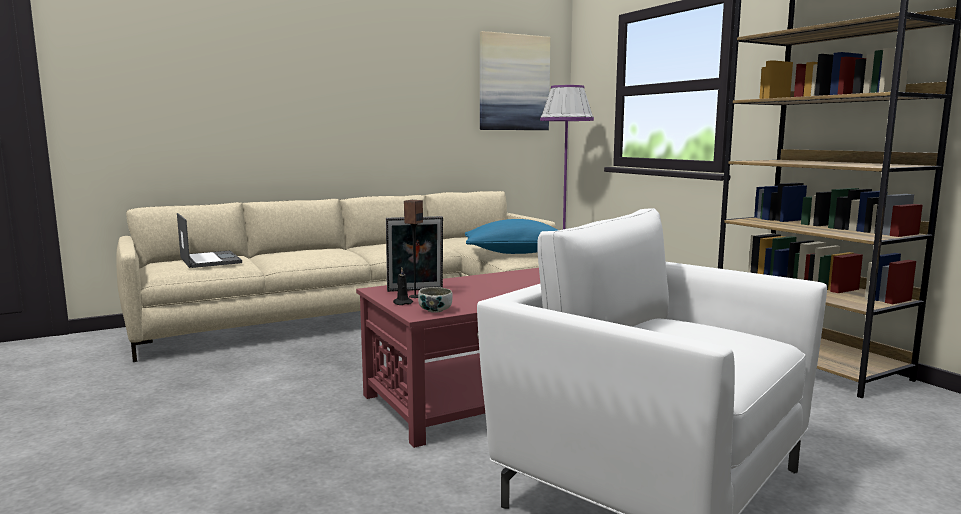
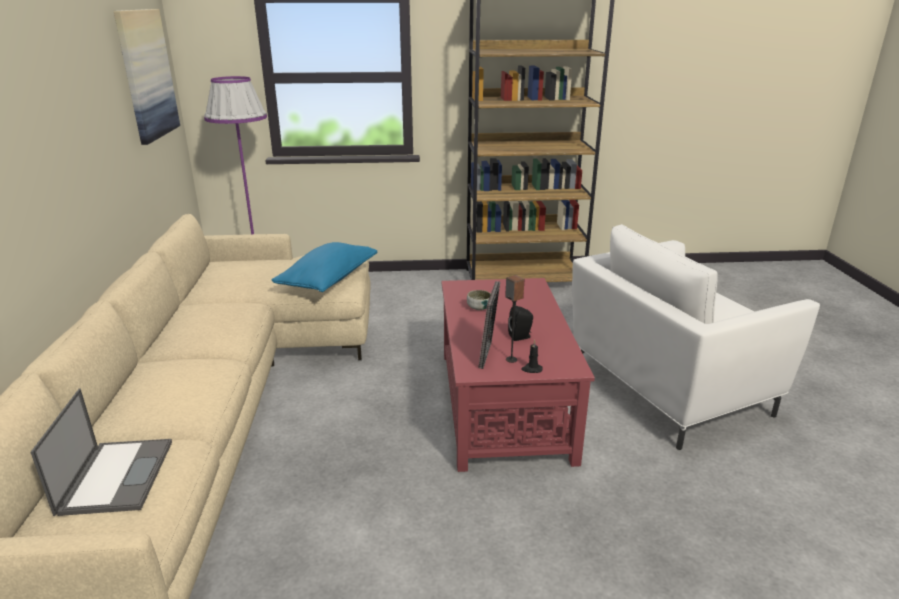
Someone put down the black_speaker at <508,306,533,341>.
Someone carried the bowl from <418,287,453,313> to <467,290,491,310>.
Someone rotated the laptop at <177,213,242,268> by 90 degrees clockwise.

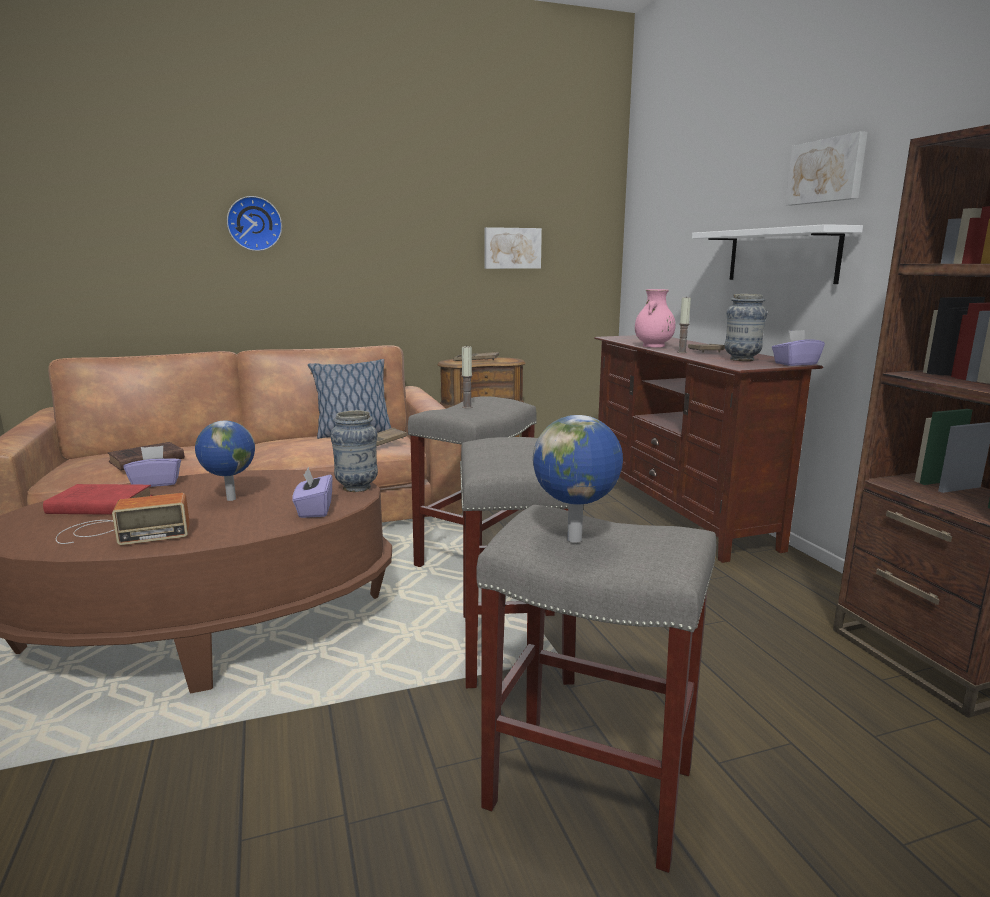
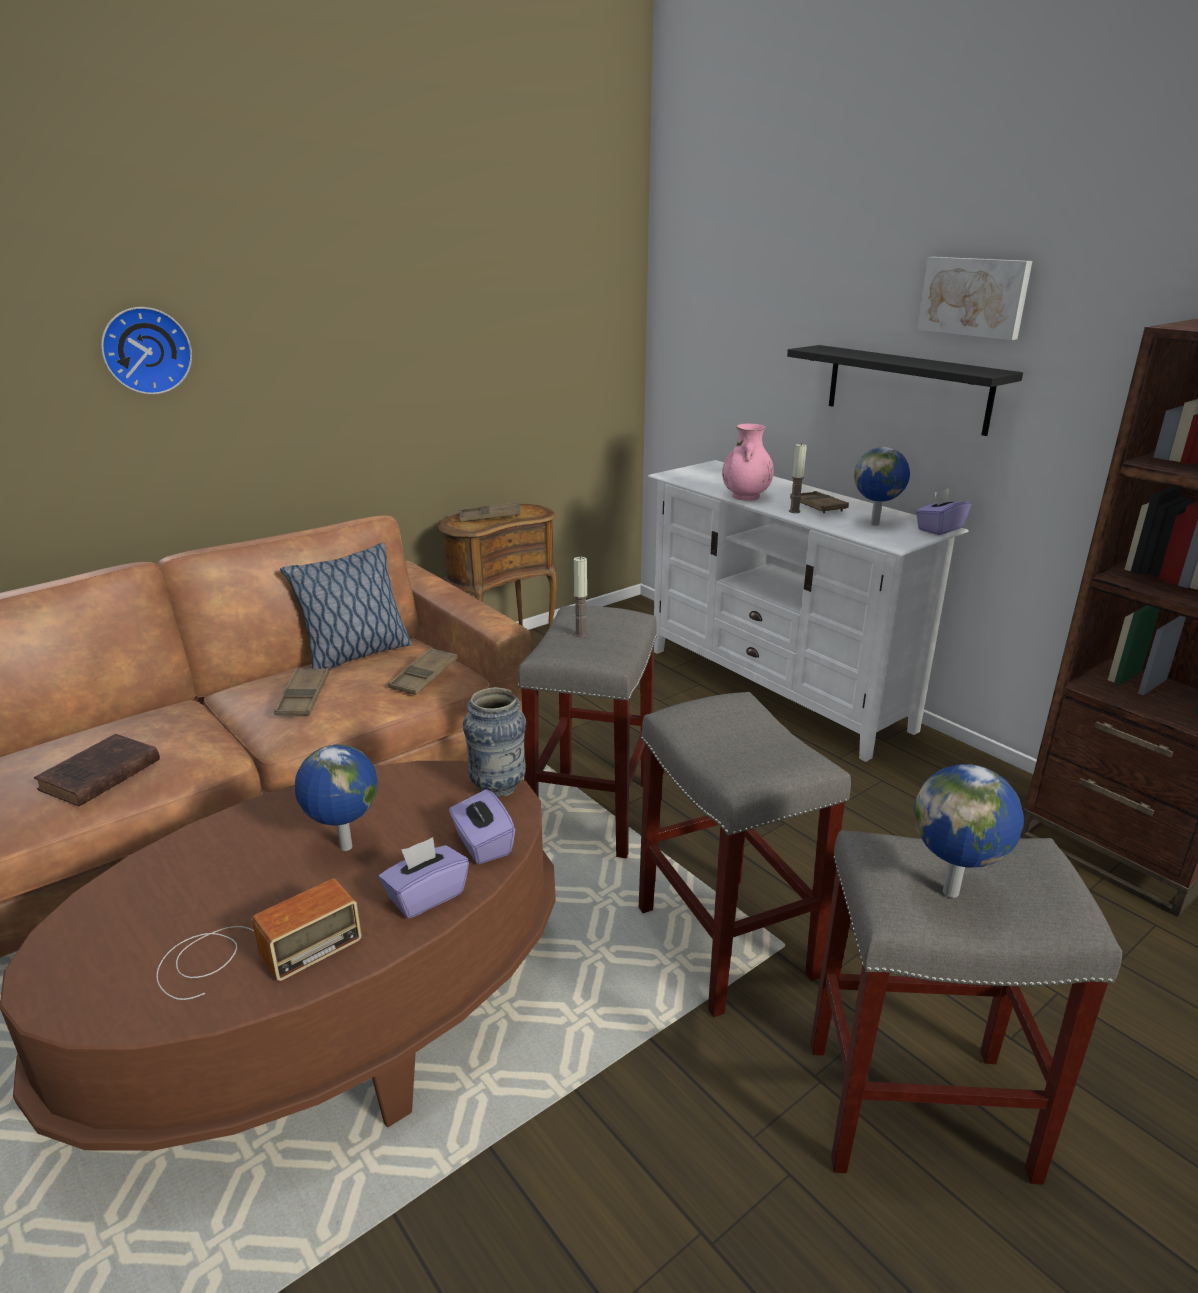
Someone took away the red_book at <43,484,153,515>.
Someone took away the picture at <484,227,542,269>.
Someone put down the brown_tray at <274,667,329,716>.
Someone carried the purple_tissue_box from <124,446,181,487> to <378,837,469,919>.
Someone swapped the vase at <725,294,767,361> for the globe at <854,447,910,526>.
Someone repainted the brown_tv_stand at <594,335,823,563>, which became the white_tv_stand at <648,460,969,762>.
Someone repainted the white_shelf at <692,224,863,284>, which became the black_shelf at <787,345,1023,436>.

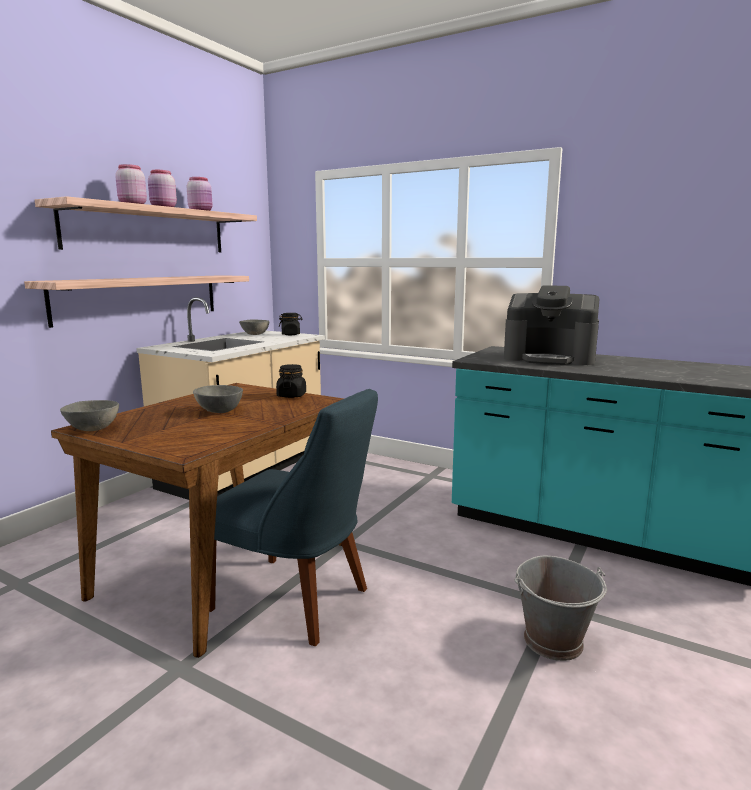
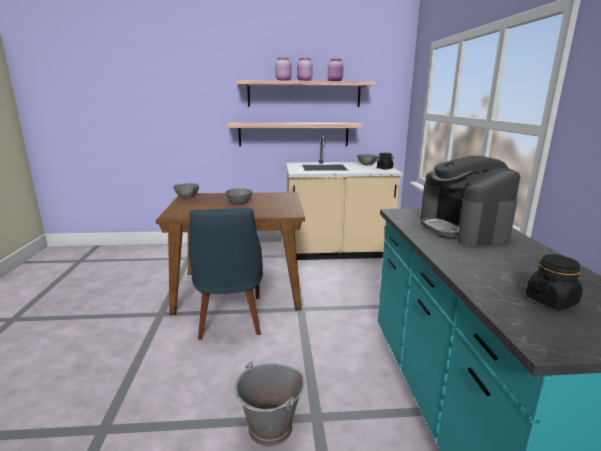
Someone carried the black_jar from <276,364,306,398> to <526,255,583,310>.

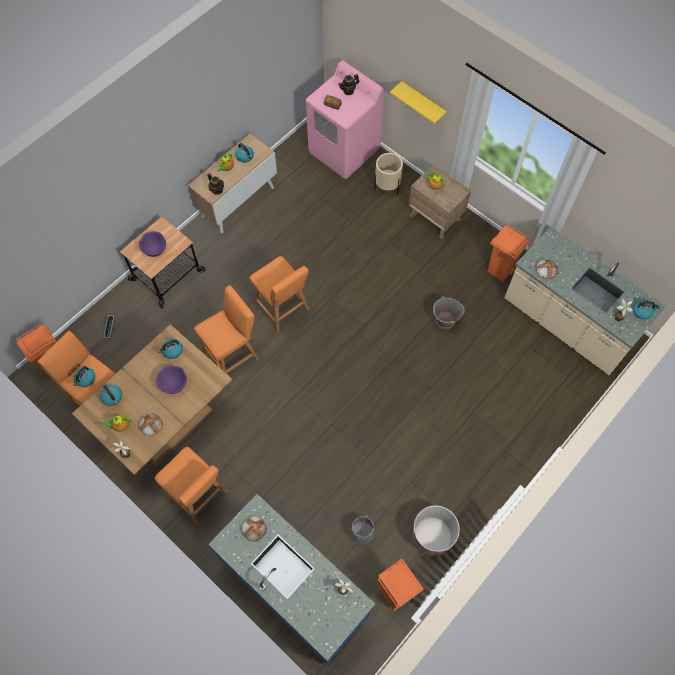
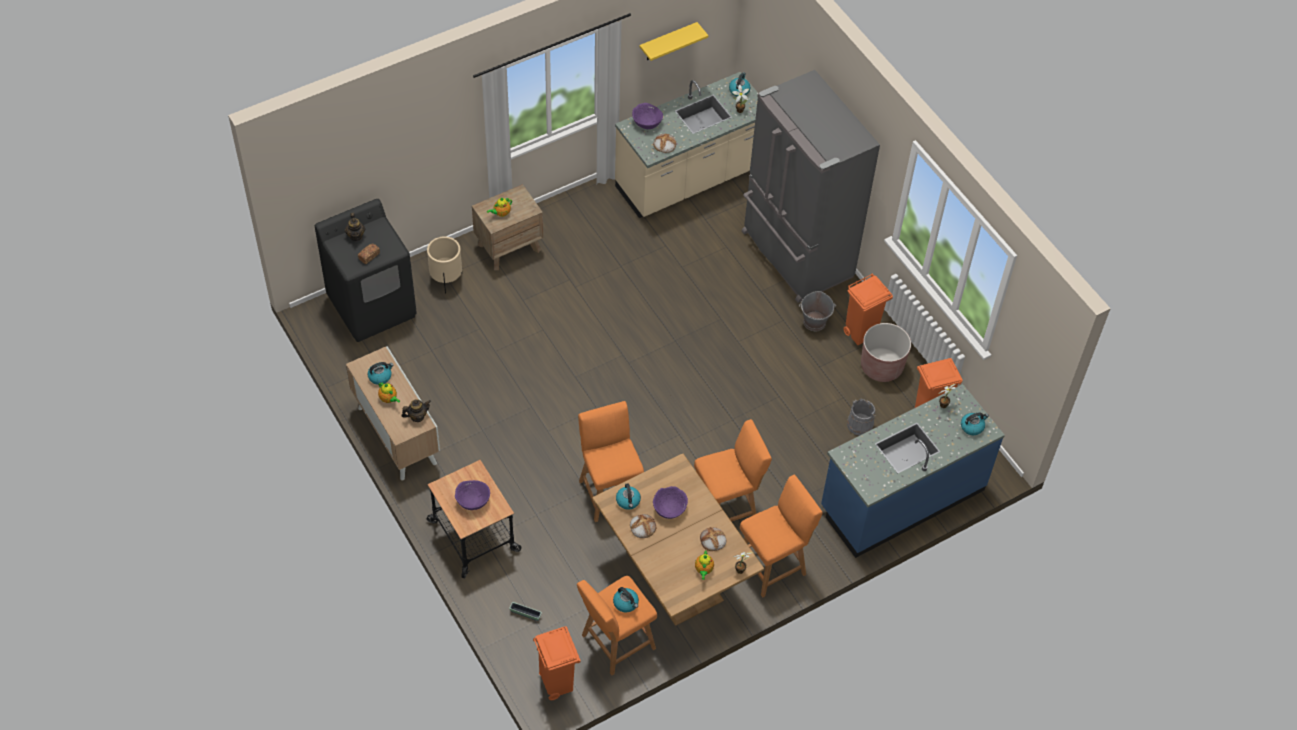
Someone put down the purple_bowl at <632,103,663,129>.
Someone put down the grey_fridge at <742,70,880,303>.
Someone carried the kettle from <100,385,122,406> to <961,412,989,435>.
Someone carried the bread from <241,516,267,541> to <630,514,656,538>.
Someone carried the orange_stool from <249,256,309,332> to <694,419,772,522>.
Someone carried the yellow_shelf from <390,81,447,124> to <640,22,708,61>.
Someone carried the grey_bucket from <433,296,465,329> to <799,291,836,331>.
Someone carried the orange_trash_can from <488,224,530,282> to <844,273,893,345>.
Someone repainted the pink_washing_machine at <306,60,384,179>, which became the black_washing_machine at <315,199,417,342>.

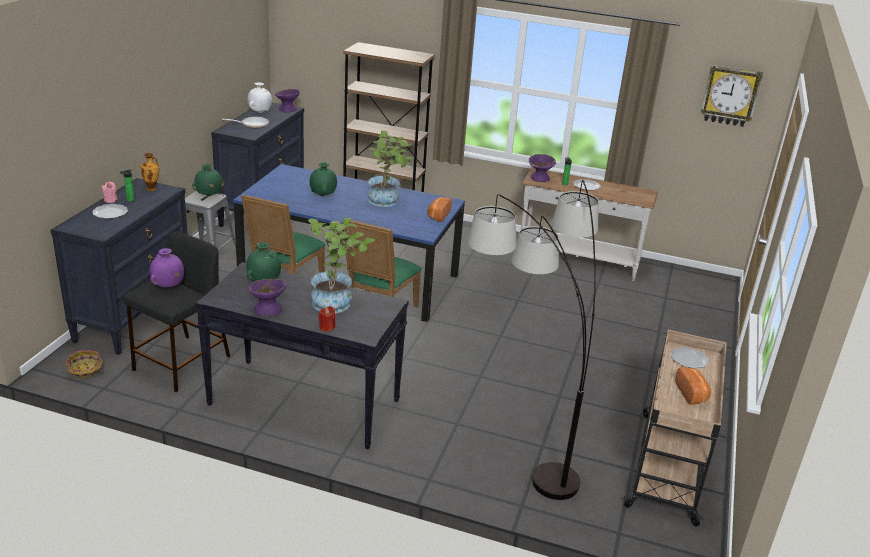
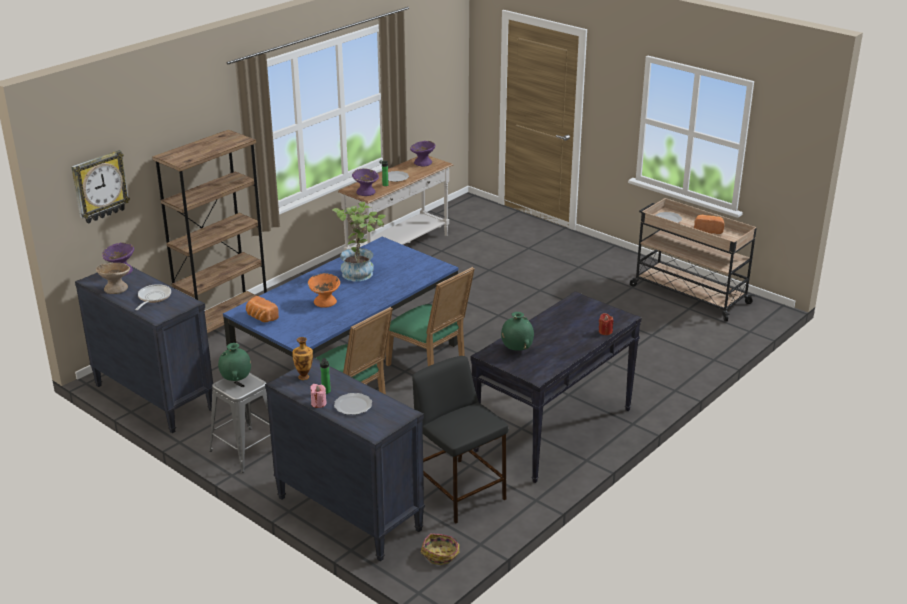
Someone took away the purple_vase at <150,248,184,287>.
Someone took away the potted_plant at <308,218,375,313>.
Someone took away the floor_lamp at <467,180,599,500>.
Someone carried the purple_bowl from <248,279,287,316> to <410,141,435,166>.
Someone carried the bread from <428,197,452,222> to <246,296,279,322>.
Someone carried the wall_clock from <701,65,763,127> to <71,150,130,223>.
Someone swapped the white_vase at <248,82,272,113> for the beige_bowl at <96,263,130,294>.
Someone swapped the green_vase at <310,162,337,196> for the orange_bowl at <308,273,340,308>.

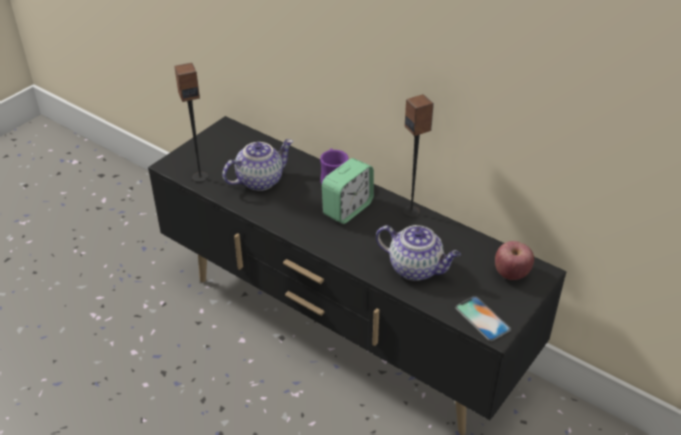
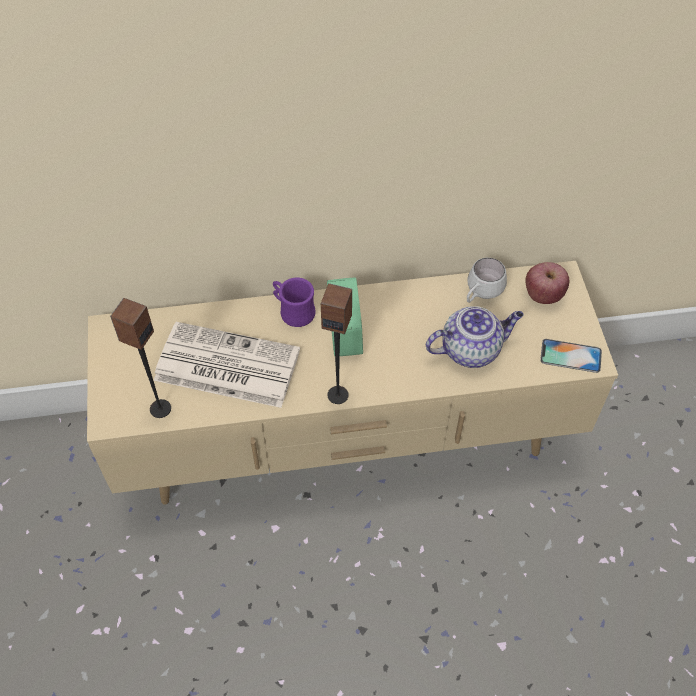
Someone put down the white_mug at <467,258,507,303>.
Someone carried the speaker from <403,94,434,217> to <321,283,352,404>.
Someone swapped the teapot at <222,139,293,191> for the newspaper at <154,322,300,408>.
Someone repainted the black_tv_stand at <148,116,567,435>, which became the beige_tv_stand at <87,261,618,504>.

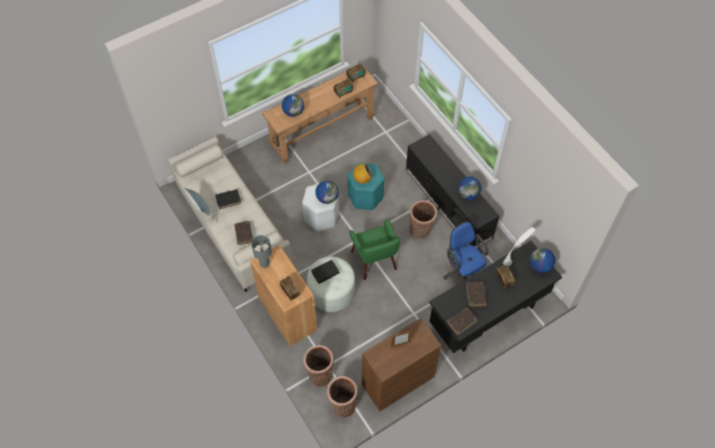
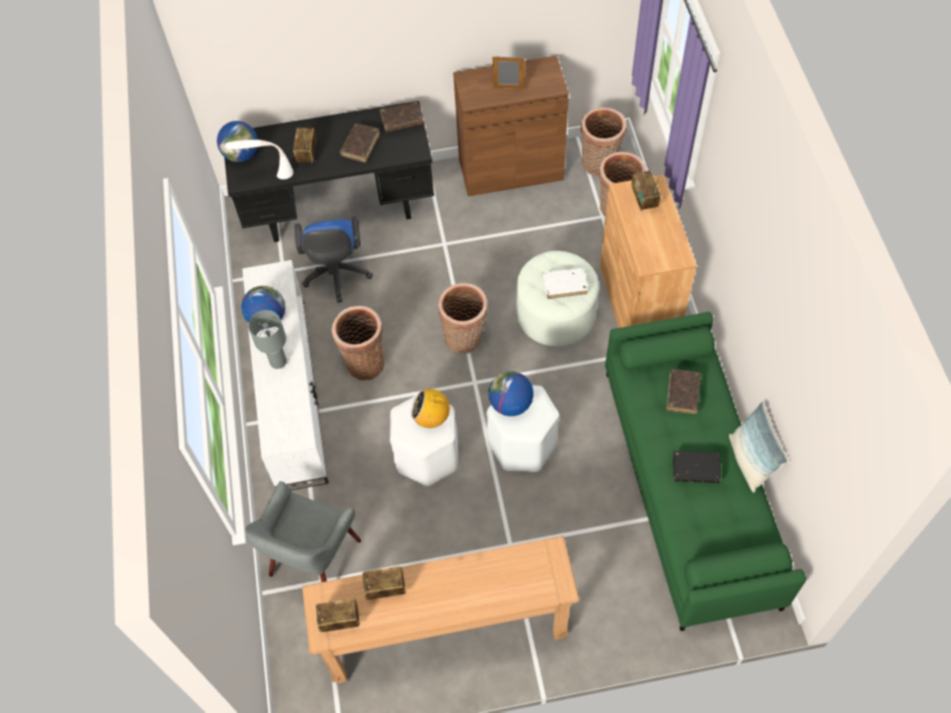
Someone took away the globe at <282,94,304,117>.
Someone put down the grey_armchair at <245,481,361,582>.
Someone carried the grey_table_lamp from <251,235,272,268> to <248,310,287,369>.
Someone swapped the green_armchair at <349,219,400,280> for the basket at <438,283,488,354>.
Someone repainted the beige_sofa at <168,136,293,292>, which became the green_sofa at <605,312,806,631>.
Someone repainted the black_book at <311,260,340,284>, which became the white_book at <543,268,588,300>.
Someone repainted the turquoise_stool at <348,163,384,210>, which became the white_stool at <390,395,458,486>.
Someone repainted the black_tv_stand at <406,134,499,248>, which became the white_tv_stand at <242,260,329,490>.

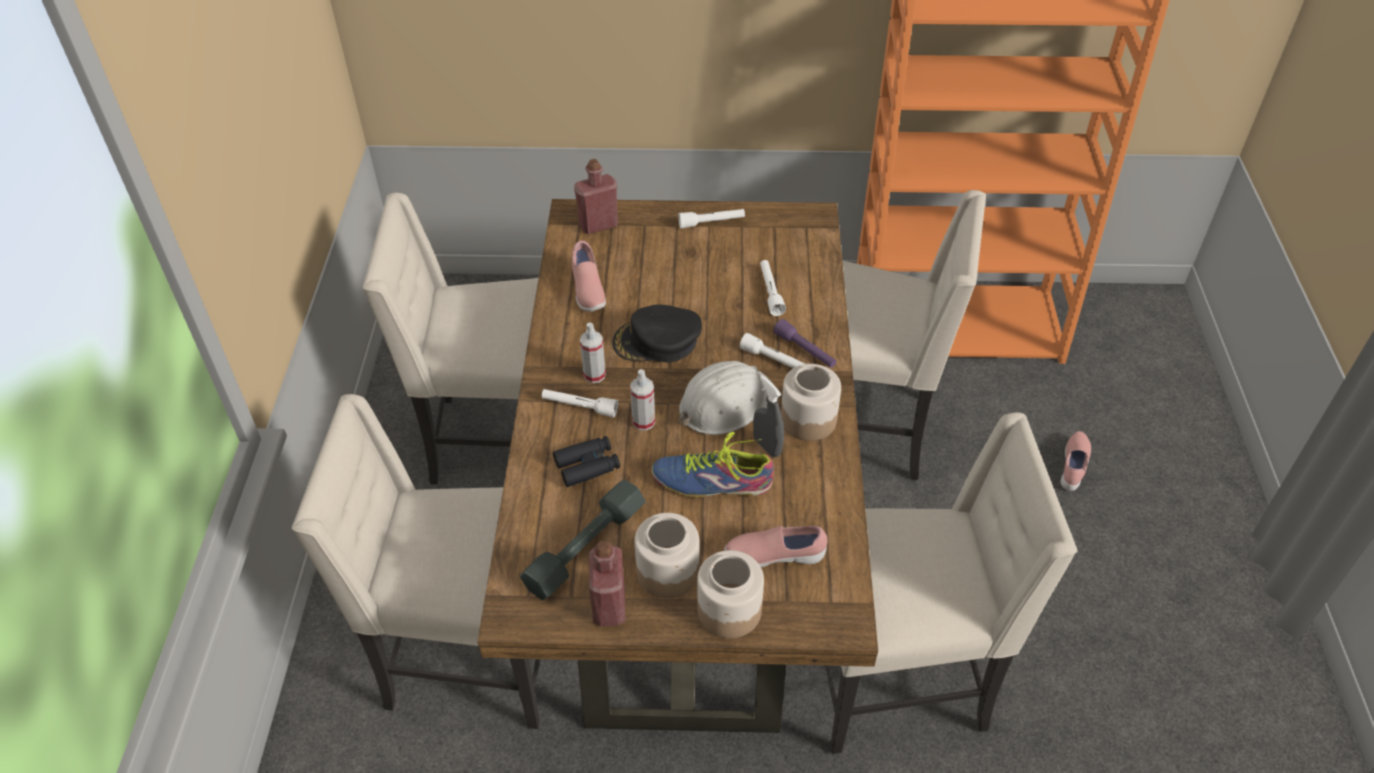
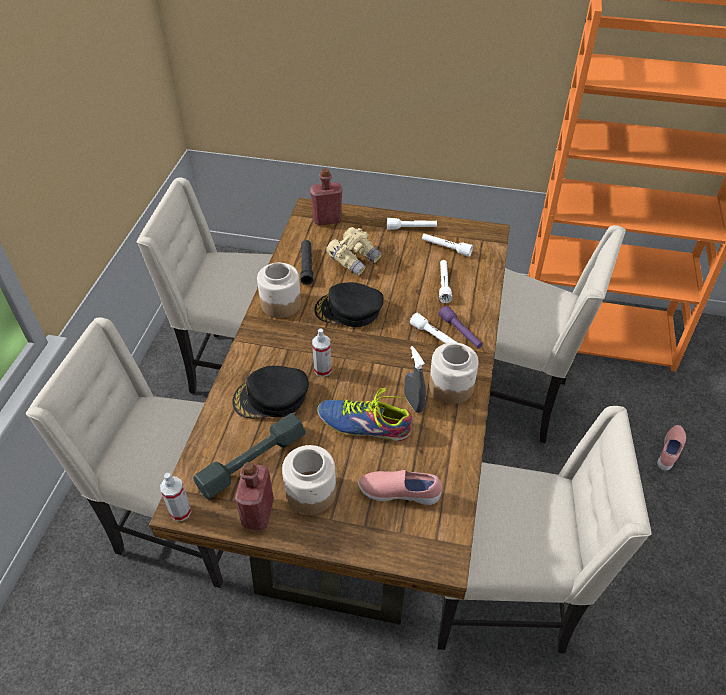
Someone took away the white_hard_hat at <679,361,779,435>.
Someone put down the beige_binoculars at <326,227,382,276>.
Someone carried the white_flashlight from <542,389,618,418> to <422,234,473,257>.
Someone carried the spray_bottle from <580,323,606,383> to <160,473,191,521>.
Someone carried the jar from <697,550,764,638> to <257,263,301,318>.
Someone swapped the black_binoculars at <553,436,620,487> for the black_cap at <232,366,309,418>.
Someone swapped the pink_shoe at <572,241,606,312> for the black_flashlight at <300,240,313,285>.

